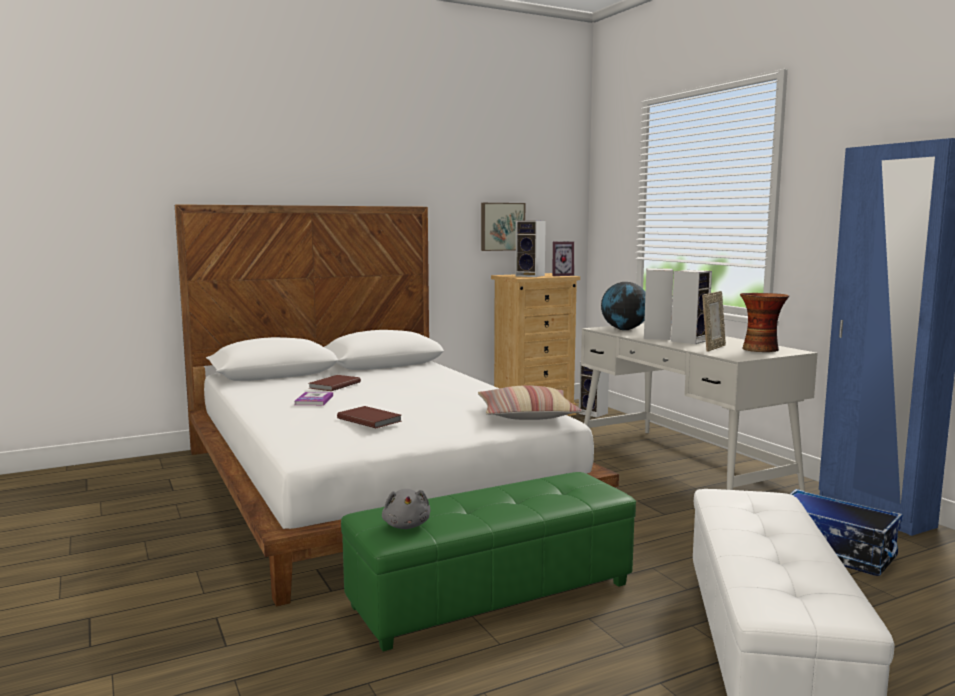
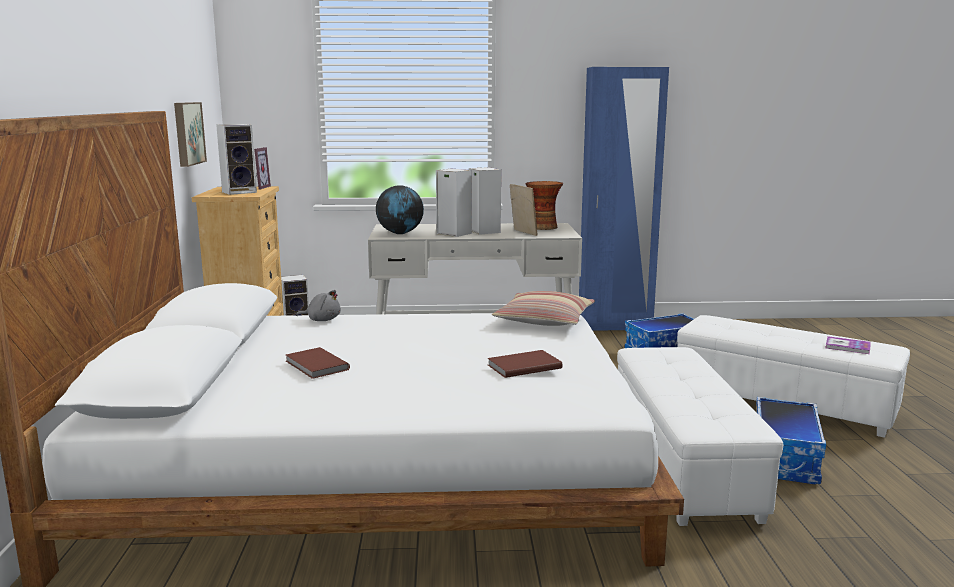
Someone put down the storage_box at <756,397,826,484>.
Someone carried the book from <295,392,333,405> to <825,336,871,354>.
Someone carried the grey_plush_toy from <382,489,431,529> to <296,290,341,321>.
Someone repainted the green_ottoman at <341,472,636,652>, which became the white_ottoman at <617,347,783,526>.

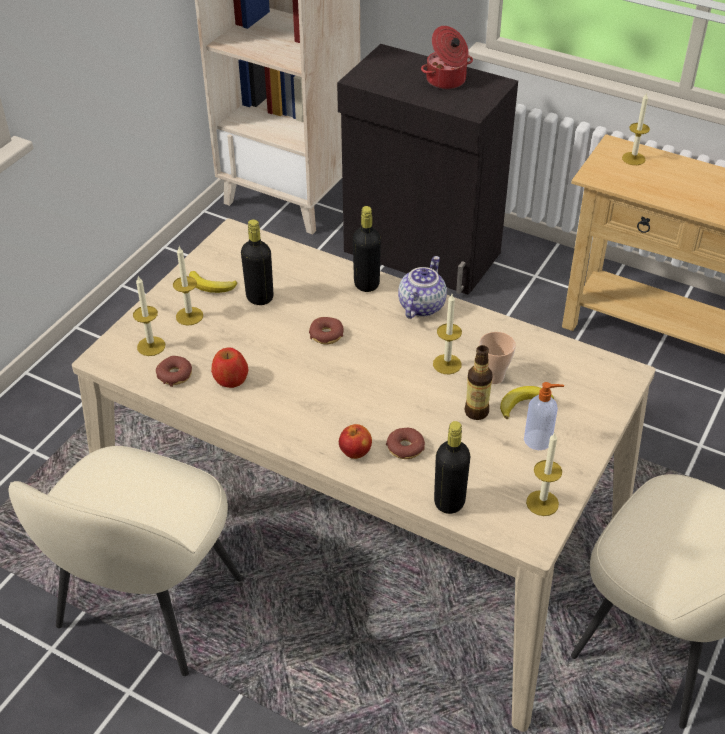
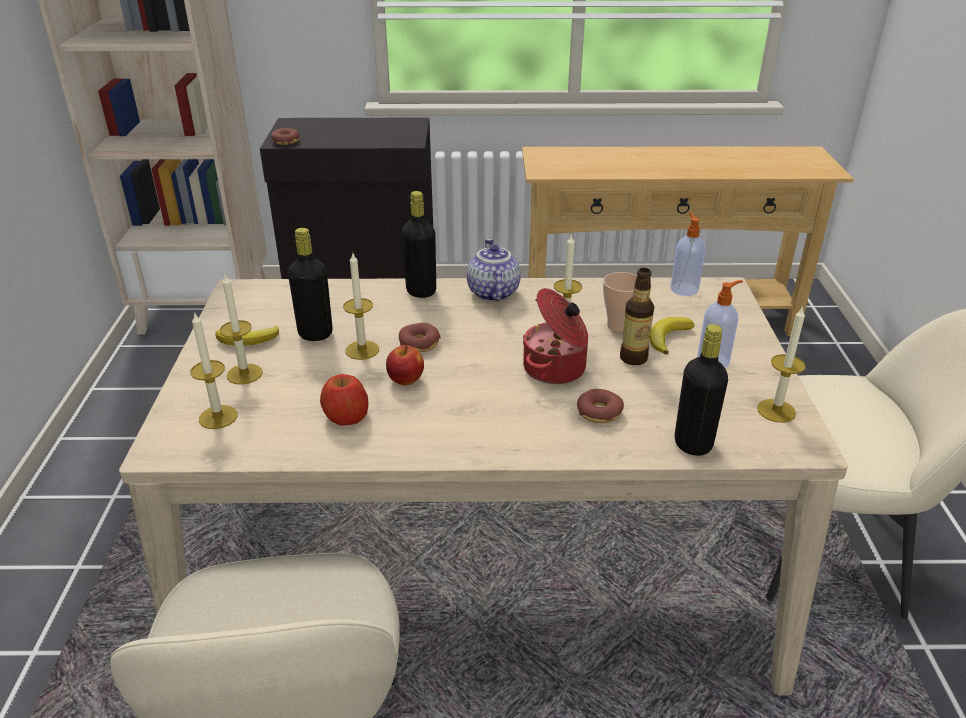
Someone put down the soap_dispenser at <671,212,705,296>.
Someone carried the donut from <156,356,192,387> to <271,128,300,145>.
Someone carried the apple from <339,424,372,459> to <386,345,424,386>.
Someone carried the cooking_pot from <421,26,473,89> to <523,288,588,384>.
Someone carried the candle from <622,92,650,165> to <343,253,379,360>.

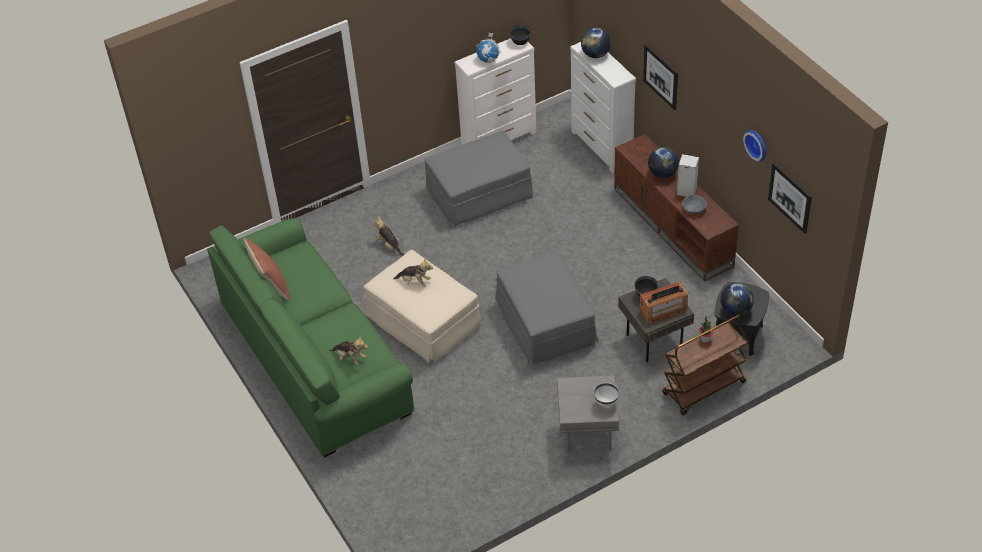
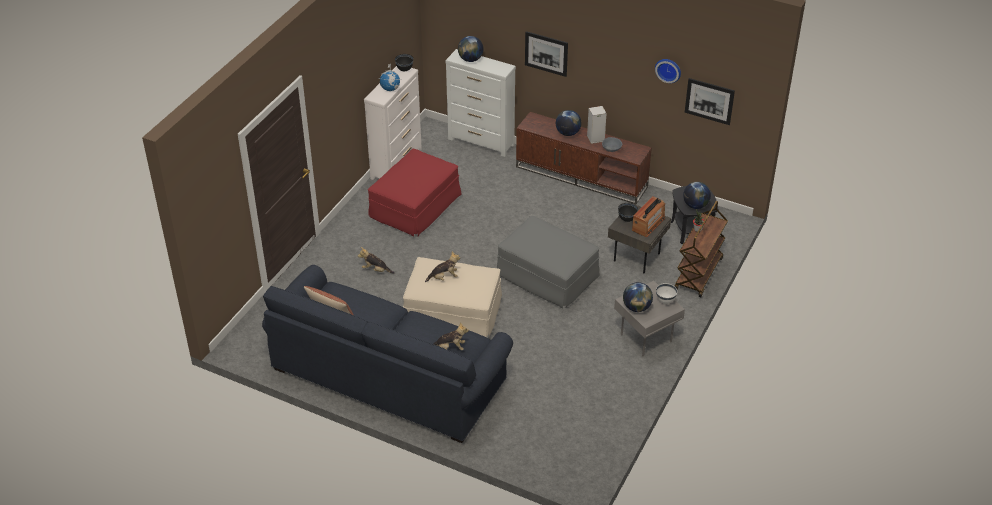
Someone put down the globe at <623,282,653,312>.
Someone repainted the green_sofa at <207,218,414,457>, which became the blue_sofa at <262,265,513,443>.
Someone repainted the grey_ottoman at <424,131,533,227>, which became the red_ottoman at <368,149,461,236>.

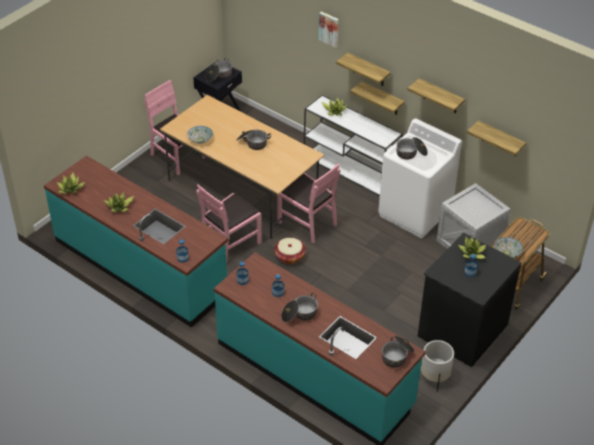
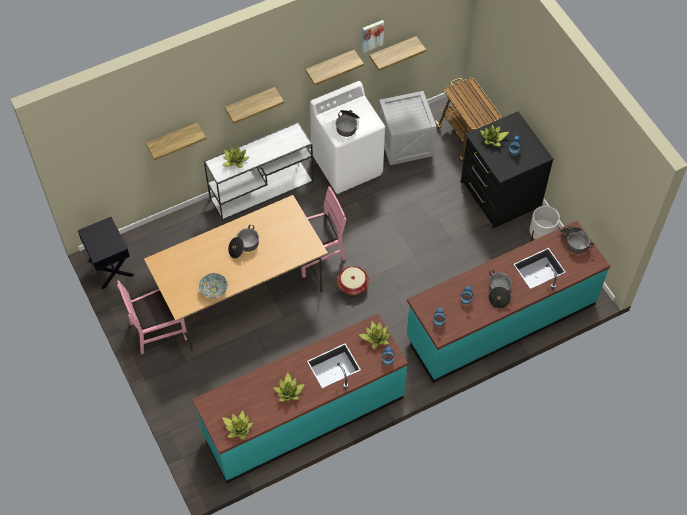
Someone took away the pink_chair at <196,184,262,264>.
Someone took away the cooking_pot at <206,58,232,82>.
Someone took away the bowl at <494,237,523,258>.
Someone put down the potted_plant at <358,321,390,349>.
Someone carried the picture from <319,12,339,48> to <362,20,384,53>.
Someone carried the shelf from <350,81,405,115> to <146,122,206,160>.

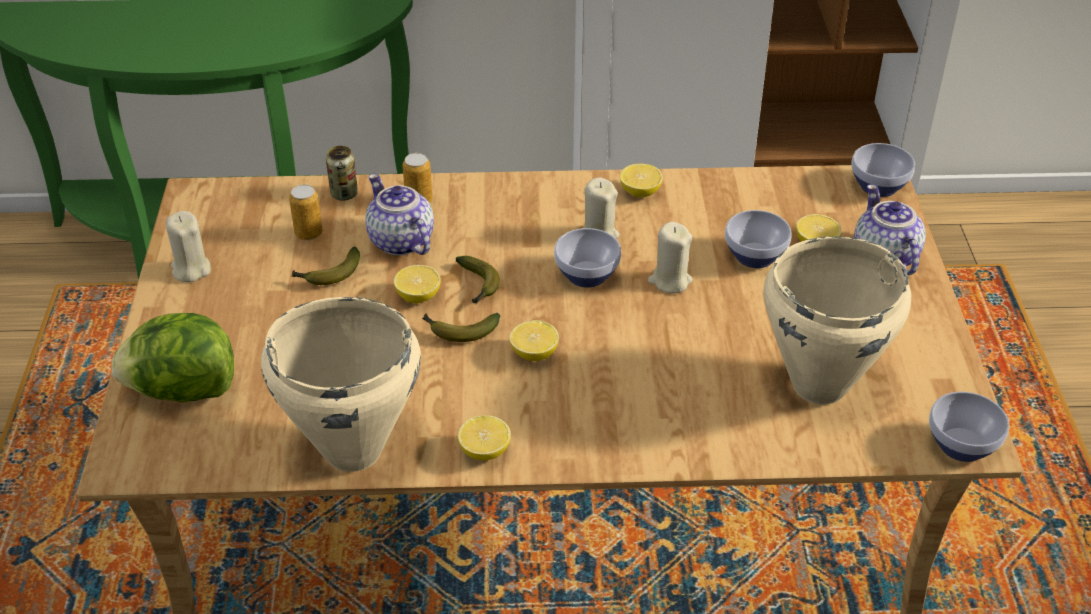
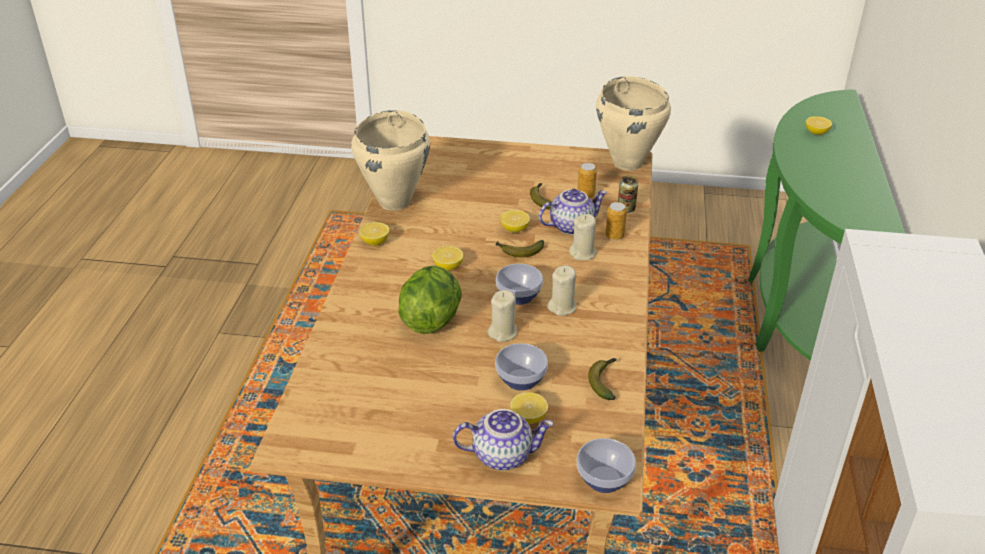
Someone took away the bowl at <929,392,1009,462>.
Someone carried the lettuce from <111,313,234,402> to <398,266,462,334>.
Someone carried the beige_candle from <166,211,211,282> to <569,214,597,260>.
Someone carried the banana from <422,313,500,342> to <588,358,617,400>.
Someone carried the lemon from <620,164,663,197> to <806,116,832,135>.
Someone carried the beige_cooking_pot from <763,236,911,405> to <596,76,671,171>.

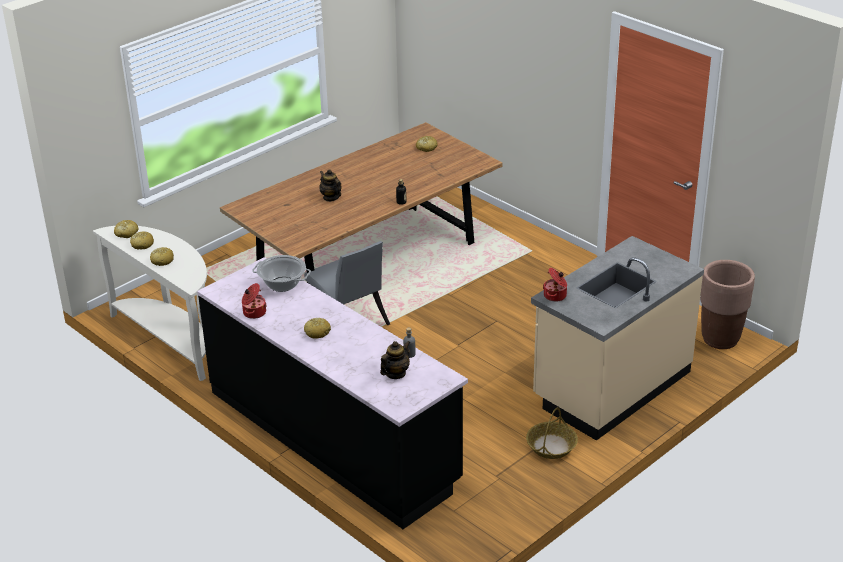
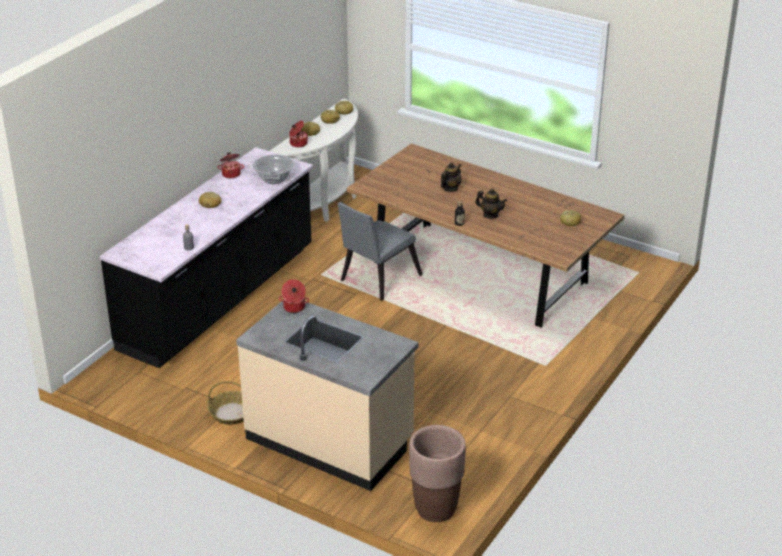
Someone put down the cooking_pot at <289,121,308,148>.
Someone carried the teapot from <380,341,410,379> to <475,188,507,219>.

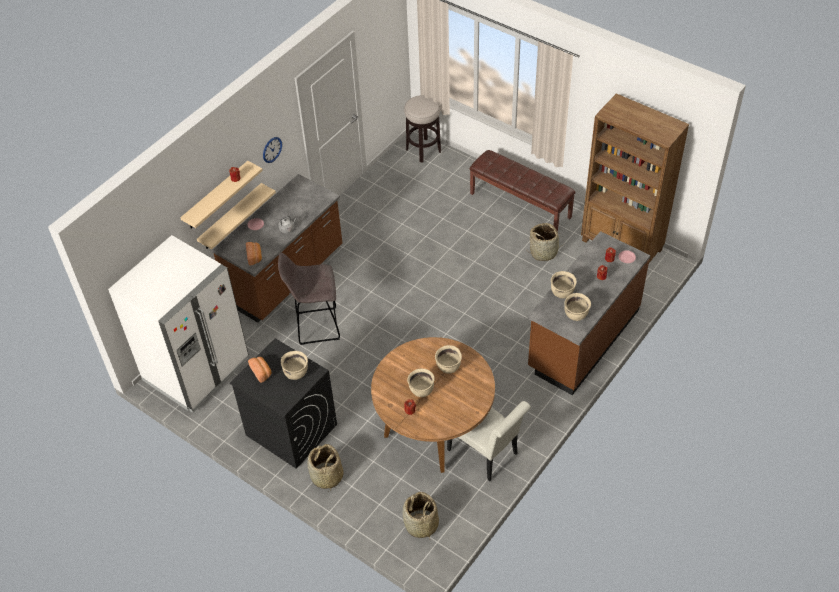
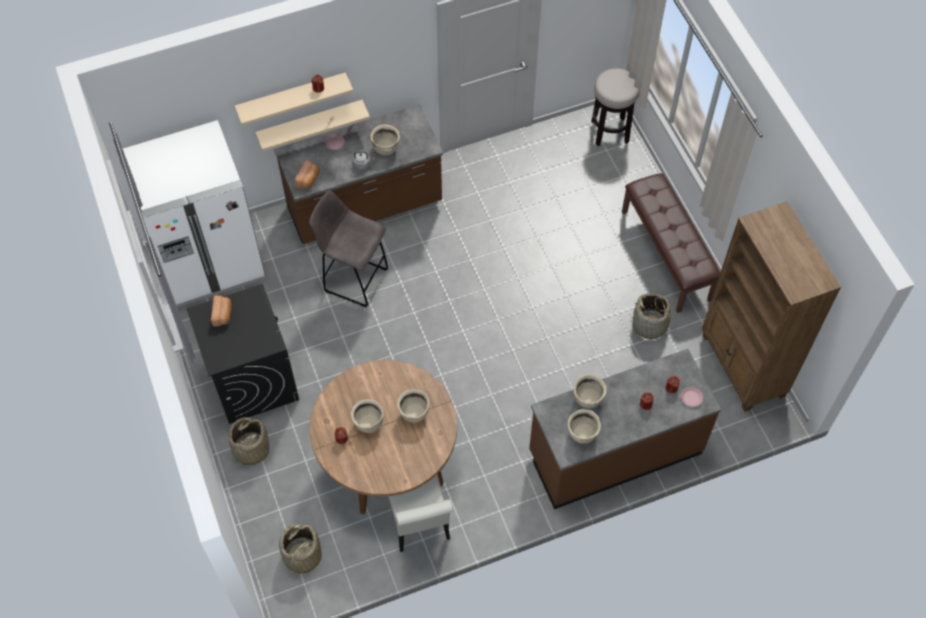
Someone took away the wall_clock at <263,137,282,163>.
Someone carried the beige_cooking_pot from <281,351,308,380> to <371,124,400,155>.

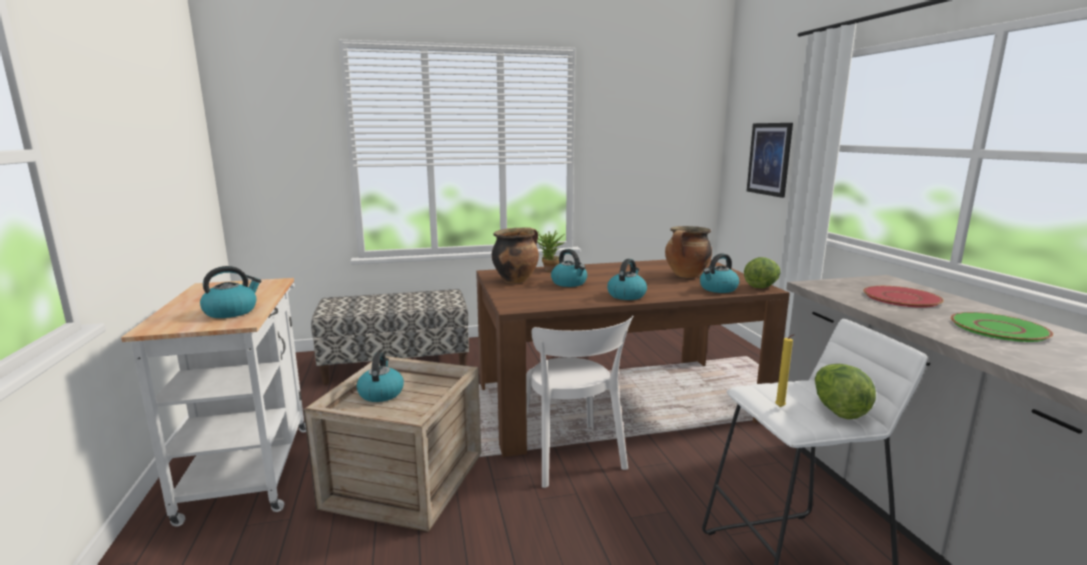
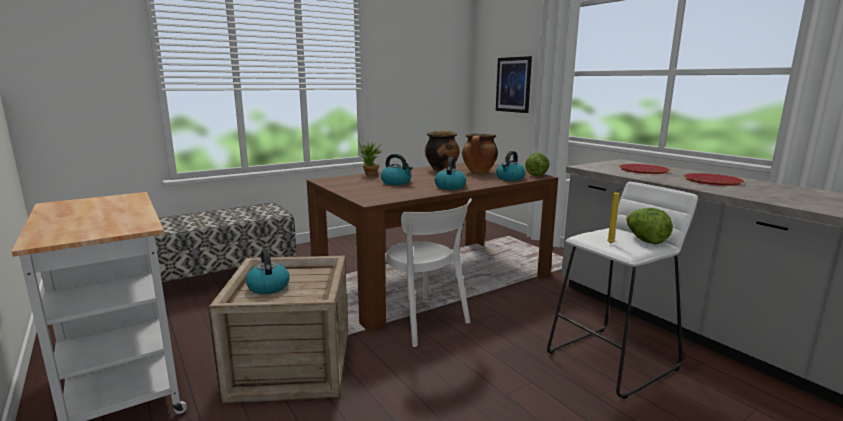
Someone took away the kettle at <200,266,261,318>.
Someone carried the cooking_pot from <492,227,539,283> to <425,131,460,171>.
Someone repainted the green_plate at <951,312,1053,342>, which became the red_plate at <683,173,744,186>.

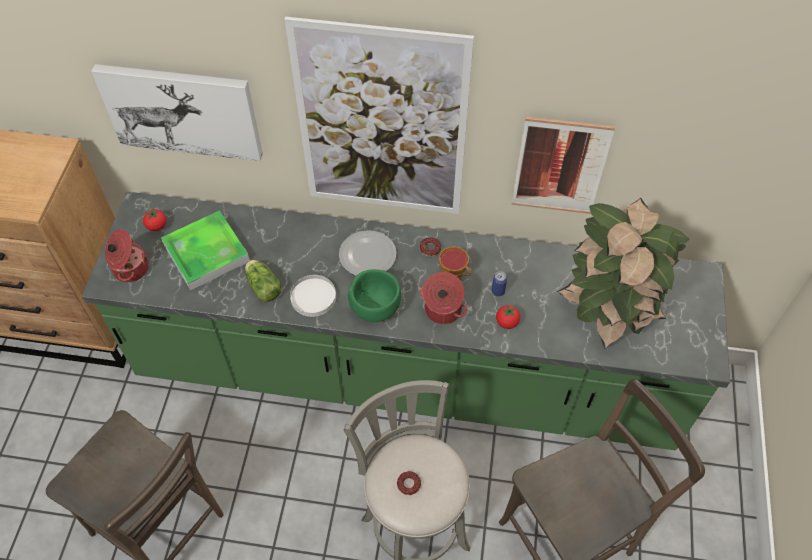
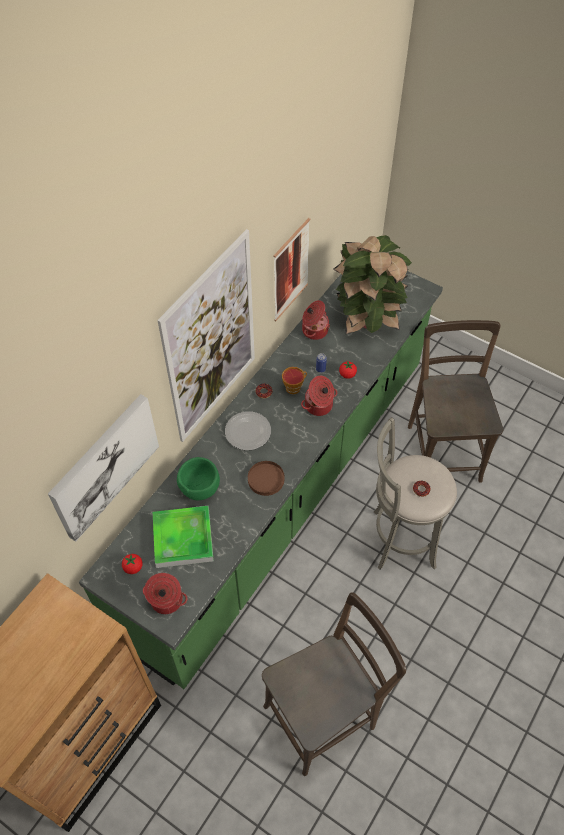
Someone took away the lettuce at <245,260,282,302>.
Someone put down the cooking_pot at <302,300,330,340>.
Someone carried the green_bowl from <348,269,401,322> to <177,457,220,500>.
Someone repainted the white_plate at <290,275,336,317>, which became the brown_plate at <248,461,284,496>.

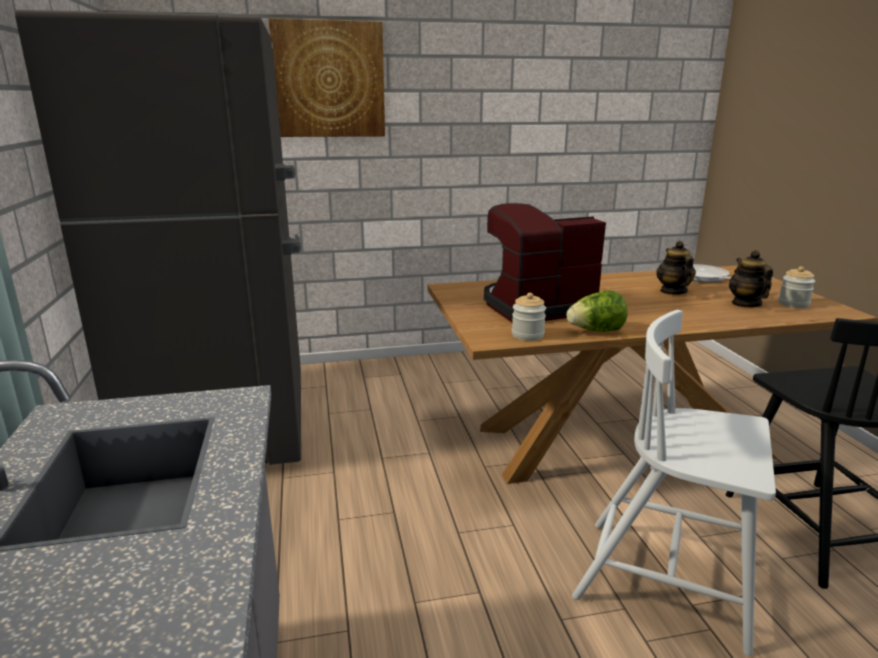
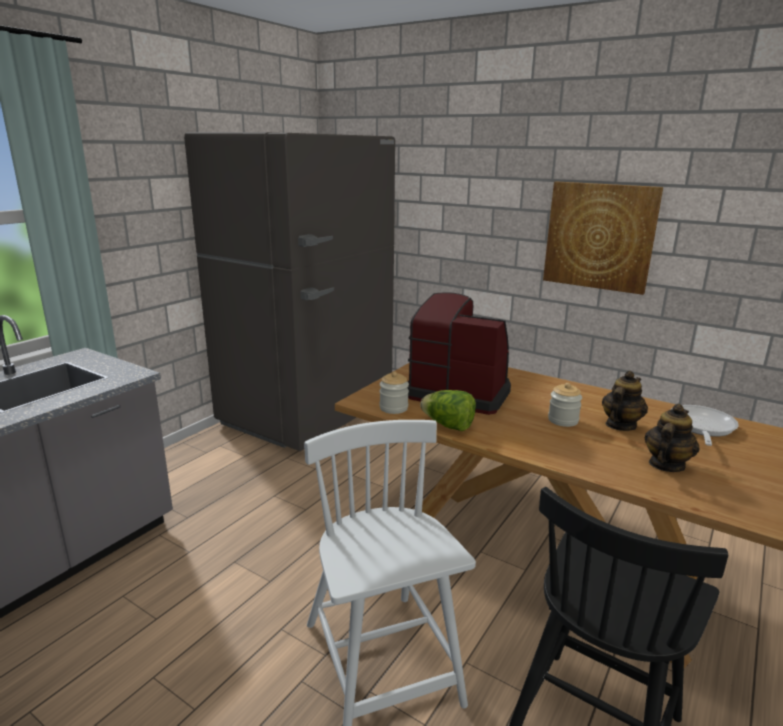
Someone carried the picture from <268,18,385,137> to <543,181,663,295>.
Someone carried the jar from <778,266,815,308> to <548,383,582,427>.

